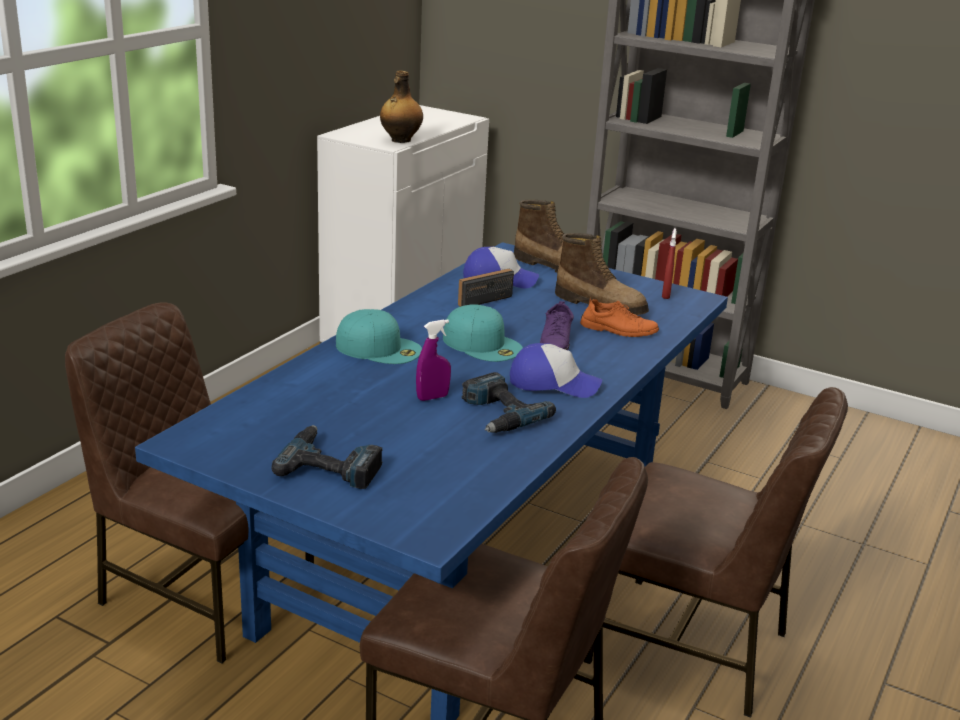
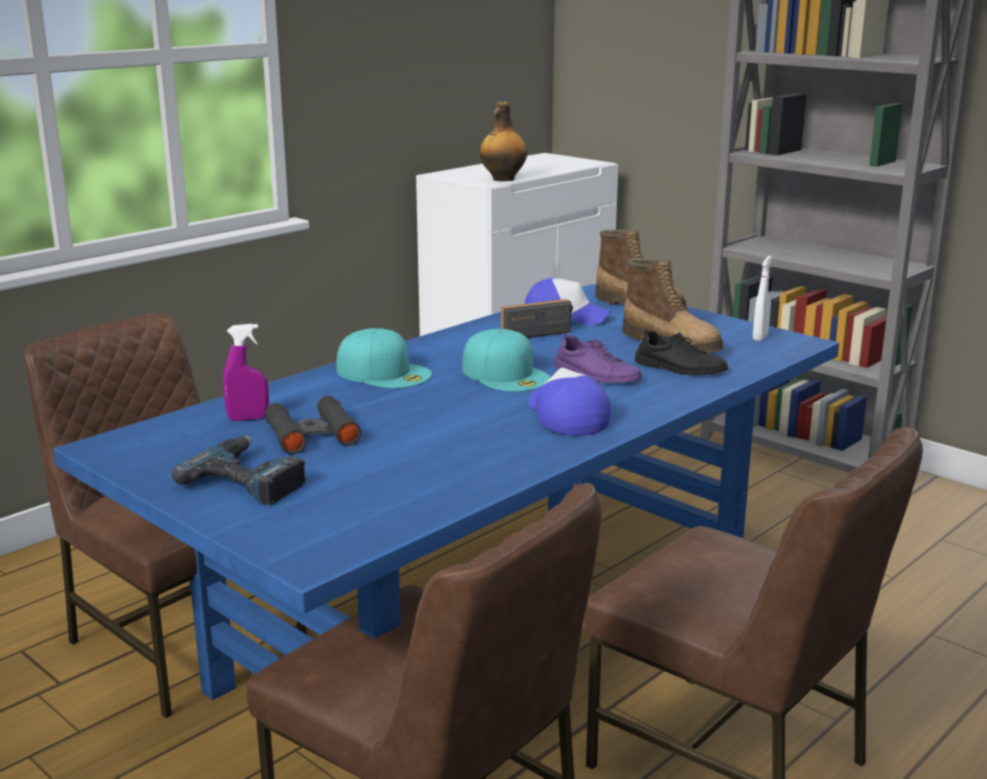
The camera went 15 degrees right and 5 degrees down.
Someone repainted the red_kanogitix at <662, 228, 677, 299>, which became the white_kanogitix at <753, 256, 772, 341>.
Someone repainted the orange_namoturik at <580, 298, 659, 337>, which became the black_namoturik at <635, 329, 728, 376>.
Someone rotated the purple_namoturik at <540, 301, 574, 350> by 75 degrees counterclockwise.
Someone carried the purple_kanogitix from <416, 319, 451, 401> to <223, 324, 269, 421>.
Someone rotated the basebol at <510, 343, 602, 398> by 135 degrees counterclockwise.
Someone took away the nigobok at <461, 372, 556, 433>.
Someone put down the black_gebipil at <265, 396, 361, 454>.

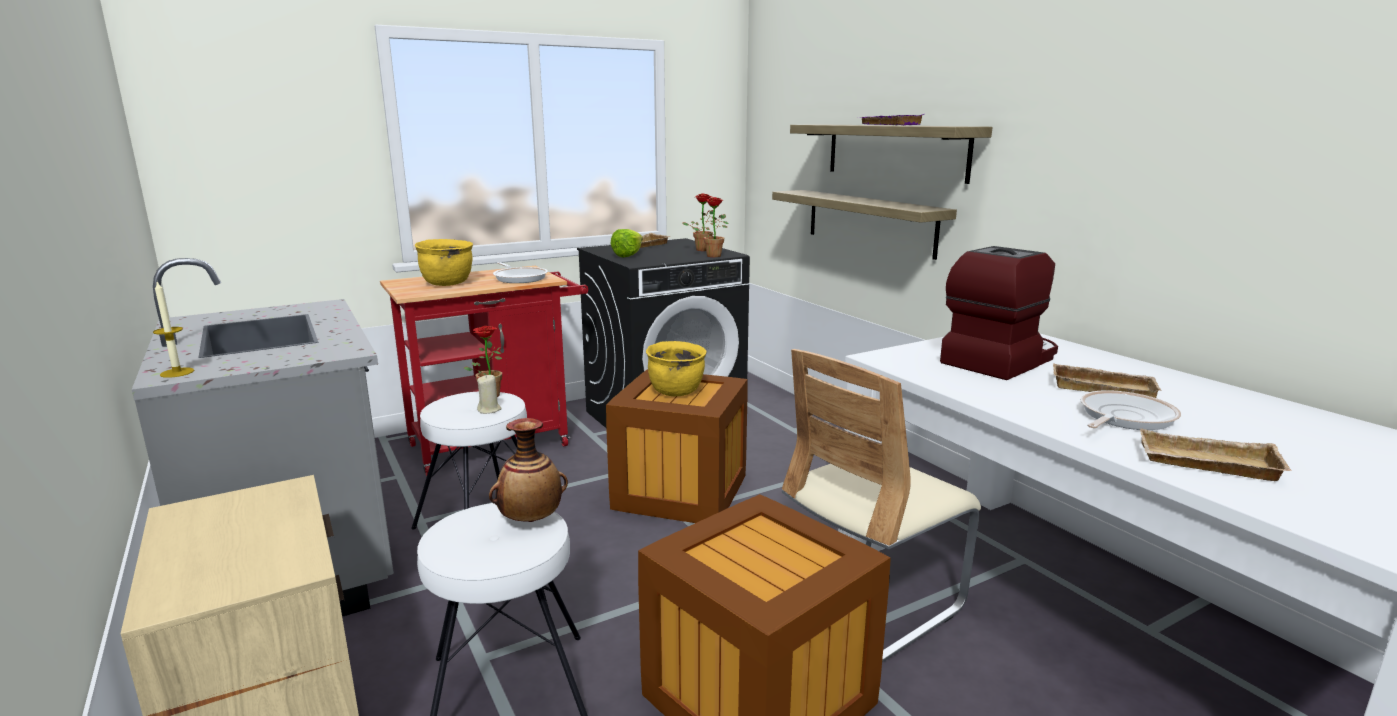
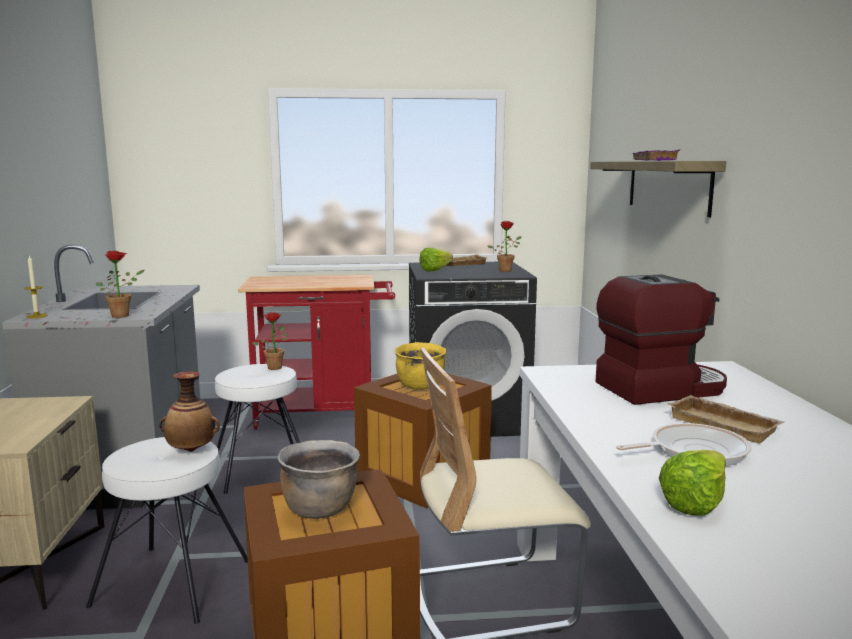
The camera went 25 degrees right and 5 degrees down.
Someone took away the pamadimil at <772, 190, 957, 260>.
Someone carried the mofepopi from <693, 197, 728, 257> to <96, 250, 144, 318>.
Someone took away the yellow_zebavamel at <415, 239, 473, 286>.
Someone took away the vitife at <493, 262, 548, 283>.
Someone took away the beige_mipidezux at <477, 374, 502, 414>.
Someone swapped the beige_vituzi at <1139, 428, 1292, 481> for the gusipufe at <659, 450, 726, 516>.
Someone put down the brown_zebavamel at <277, 440, 360, 519>.

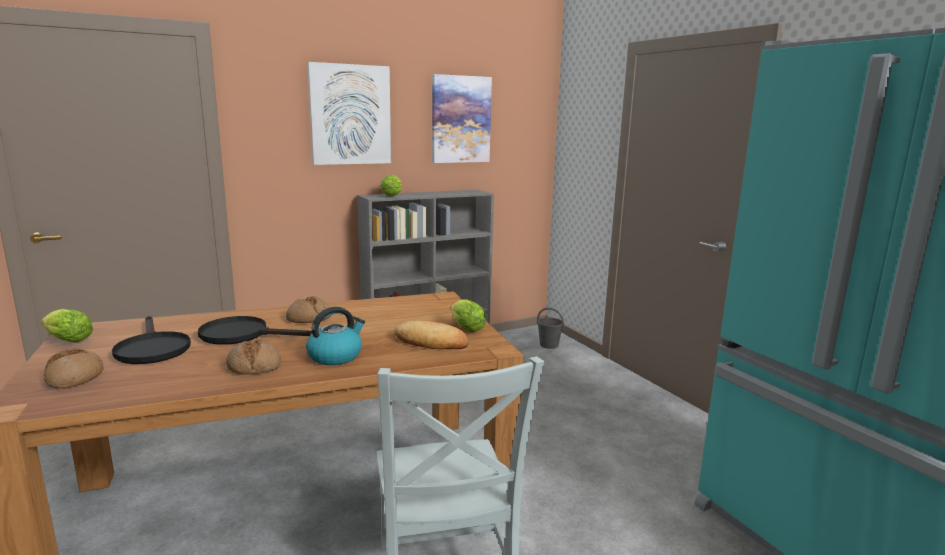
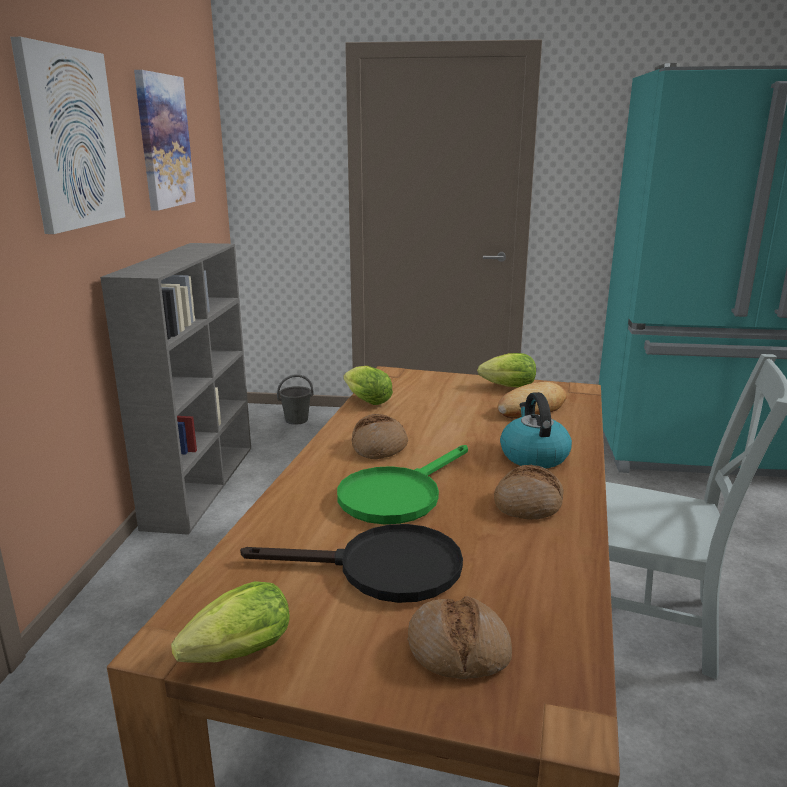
The camera went 55 degrees left and 5 degrees up.
Someone carried the gusipufe from <380, 175, 402, 196> to <344, 366, 393, 405>.
Someone repainted the black_vitife at <198, 316, 312, 344>, which became the green_vitife at <337, 445, 468, 524>.

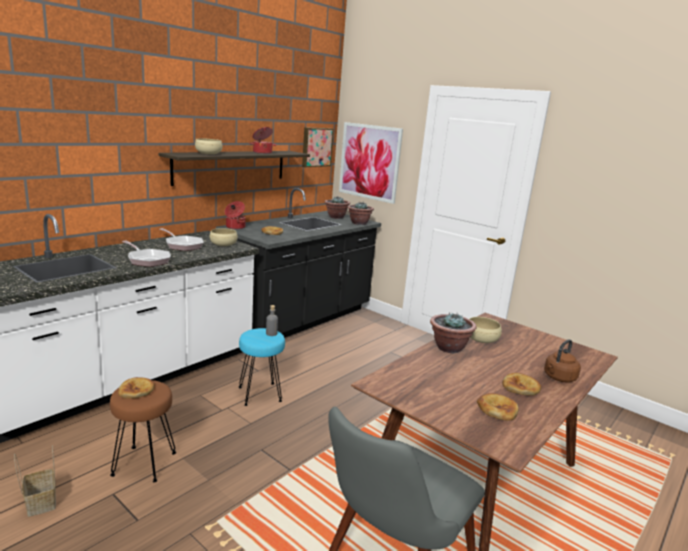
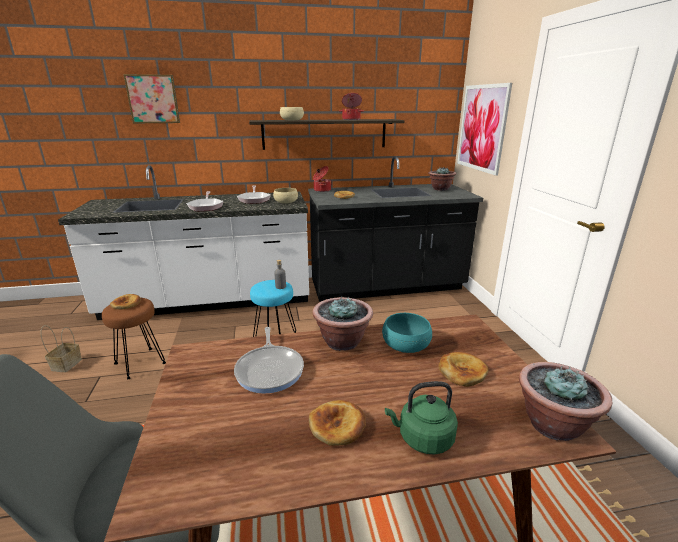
The camera went 40 degrees right and 5 degrees up.
Someone carried the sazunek from <302, 127, 334, 167> to <123, 74, 180, 123>.
Someone carried the mofepopi from <347, 202, 374, 225> to <519, 362, 612, 441>.
Someone repainted the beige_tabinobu at <470, 317, 502, 343>, which became the turquoise_tabinobu at <382, 313, 432, 353>.
Someone repainted the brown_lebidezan at <544, 339, 581, 383>, which became the green_lebidezan at <385, 381, 458, 454>.
Someone carried the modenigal from <477, 393, 519, 421> to <438, 352, 488, 387>.
Someone put down the vitife at <234, 327, 304, 394>.

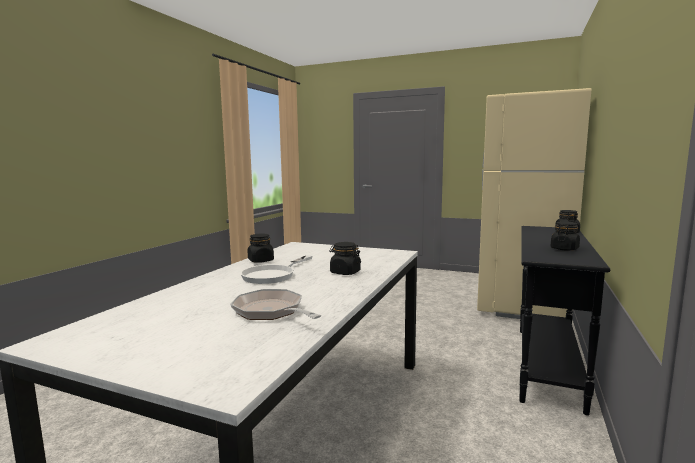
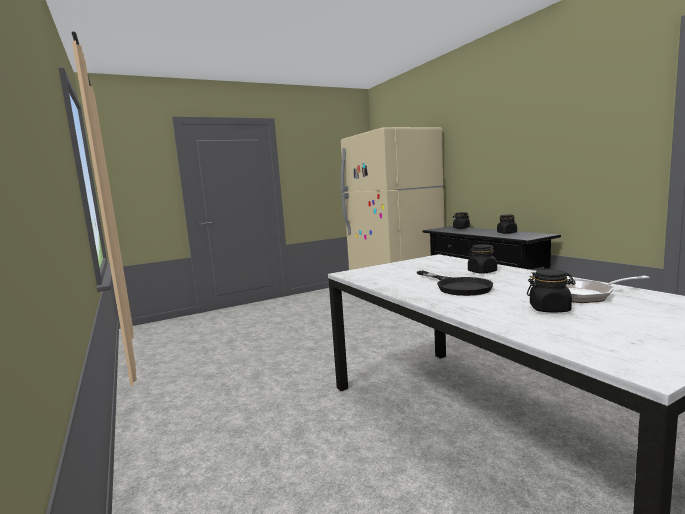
The camera went 50 degrees left and 0 degrees up.
Someone carried the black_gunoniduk from <248, 234, 274, 263> to <527, 269, 575, 313>.
Someone repainted the white_vitife at <240, 255, 313, 284>, which became the black_vitife at <417, 271, 493, 296>.

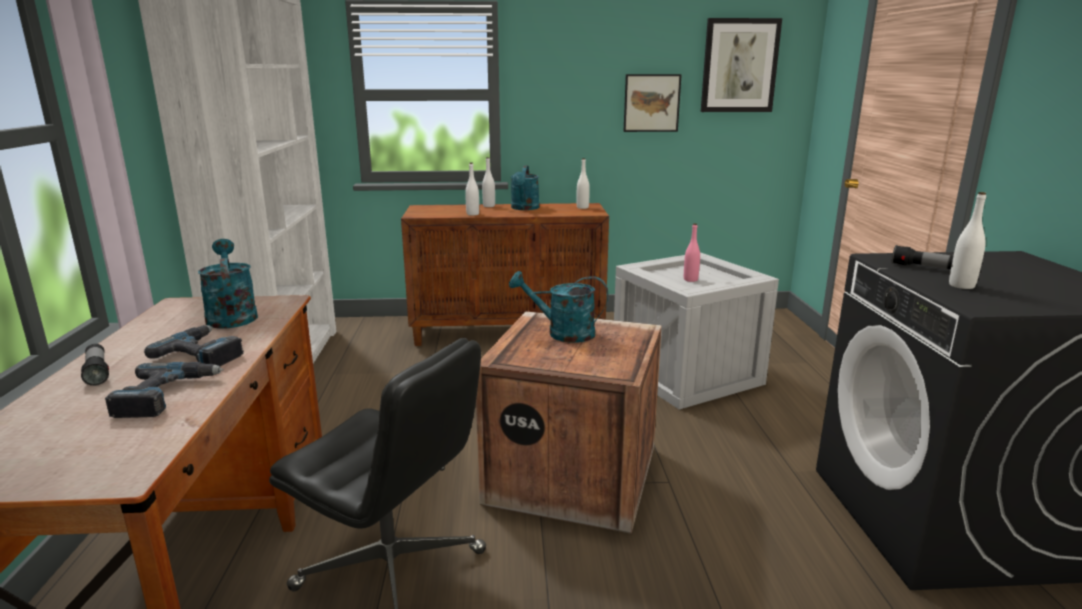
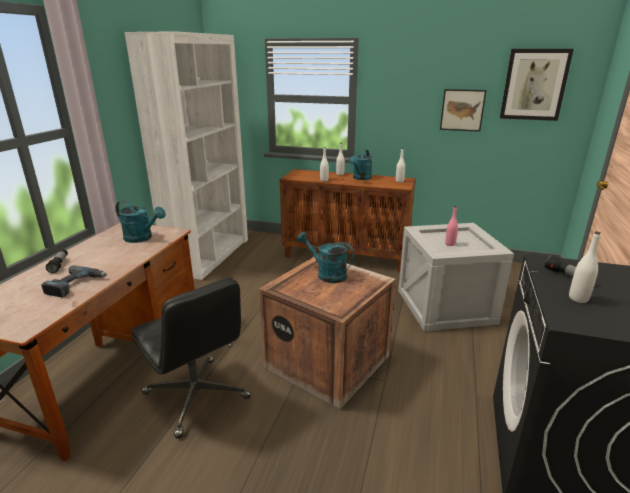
The camera went 20 degrees right and 5 degrees up.
Someone rotated the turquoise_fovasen at <198, 239, 258, 328> by 120 degrees clockwise.
Someone took away the nigobok at <144, 325, 244, 366>.

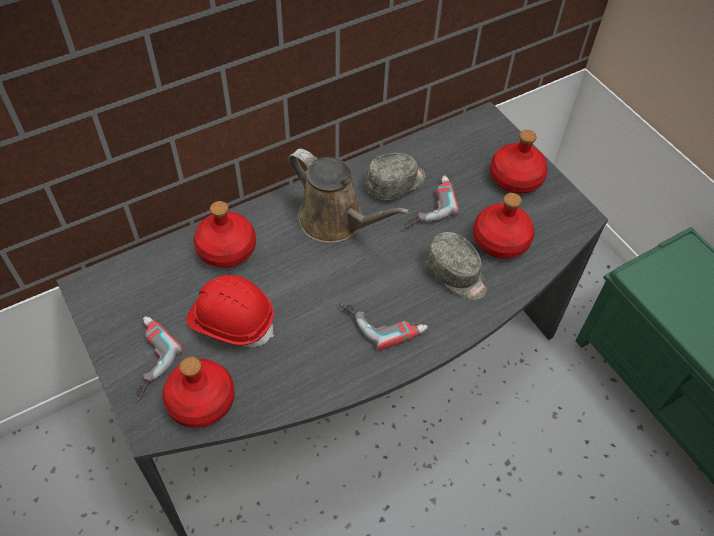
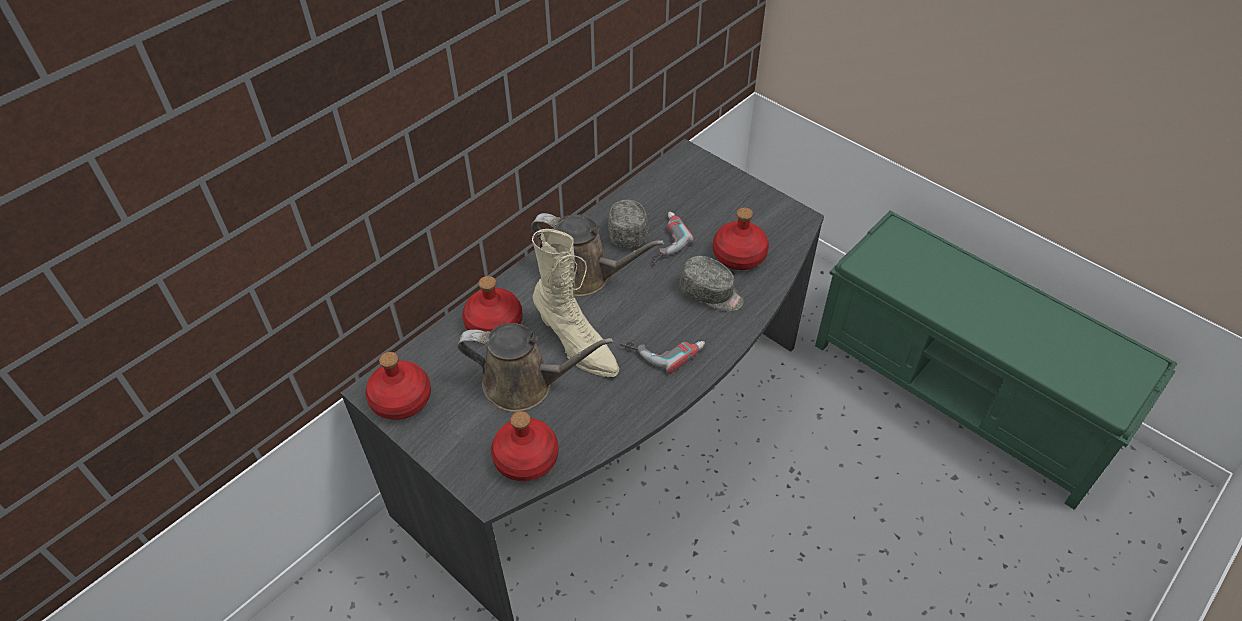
The camera went 15 degrees left and 5 degrees down.
Someone carried the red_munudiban from <490, 130, 548, 194> to <365, 352, 431, 420>.
Someone rotated the grey_basebol at <365, 153, 425, 200> by 45 degrees counterclockwise.
Someone swapped the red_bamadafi at <186, 275, 274, 347> for the brown_fovasen at <457, 323, 614, 412>.
Someone took away the nigobok at <137, 316, 183, 402>.
Someone put down the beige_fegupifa at <532, 229, 619, 377>.

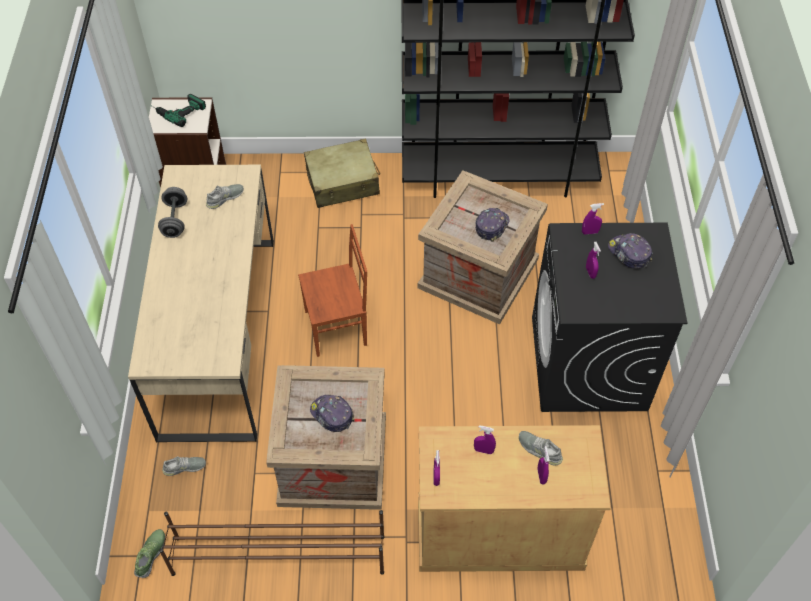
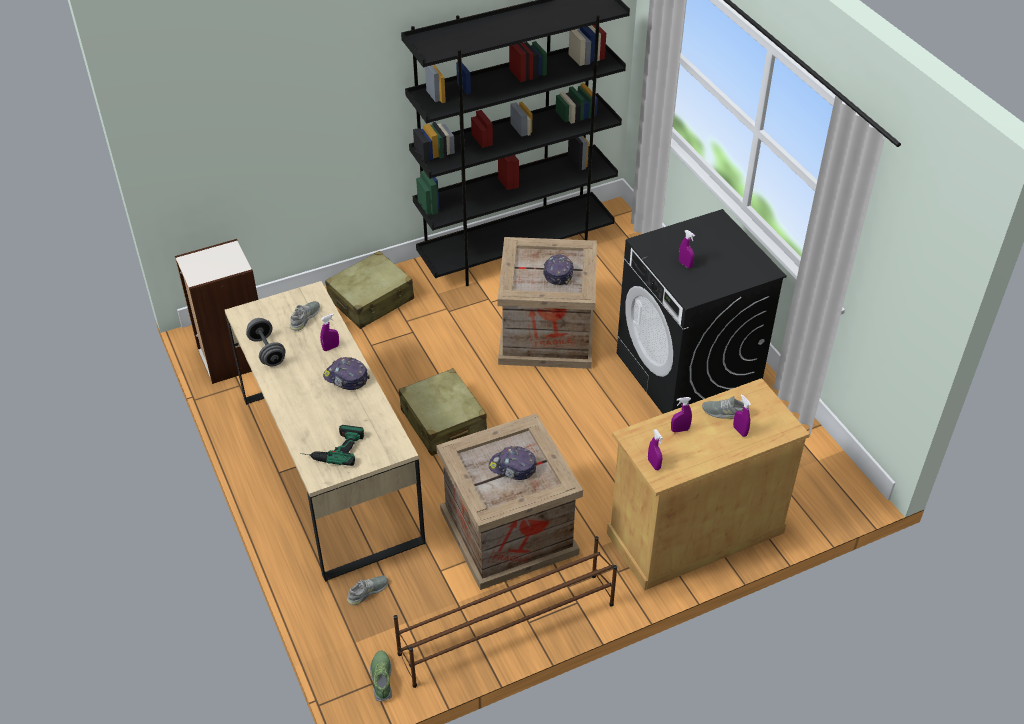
The camera went 25 degrees left and 10 degrees down.
Someone carried the nigobok from <150, 94, 206, 127> to <300, 425, 364, 466>.
Someone carried the purple_kanogitix from <582, 203, 604, 234> to <320, 314, 339, 351>.
Someone swapped the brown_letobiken at <298, 224, 367, 357> for the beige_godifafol at <399, 368, 487, 456>.
Someone carried the basebol from <608, 233, 653, 269> to <323, 357, 370, 390>.

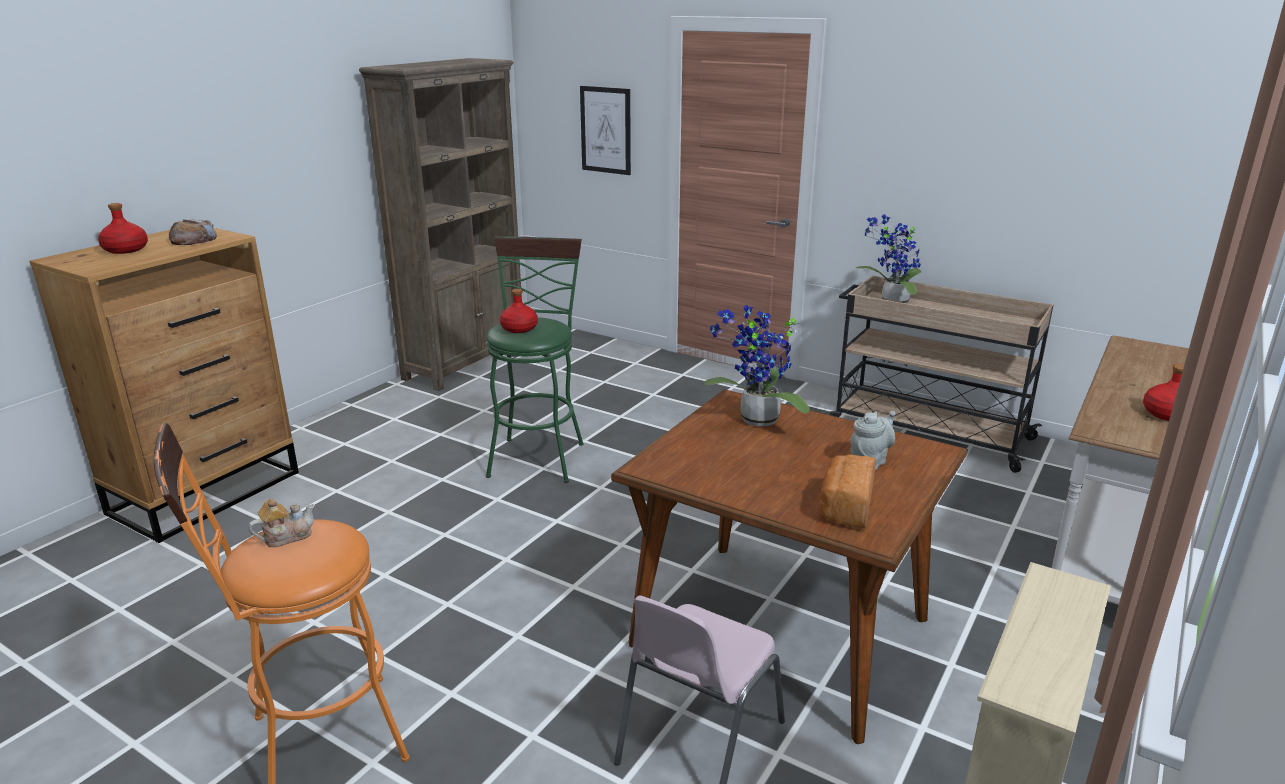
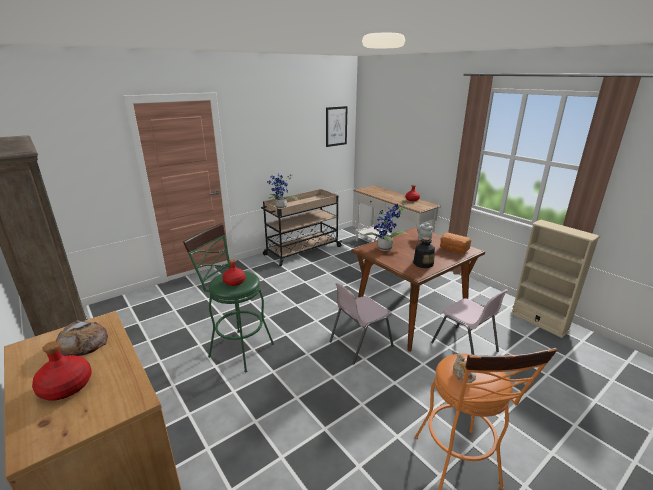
The camera went 70 degrees left and 0 degrees up.
Someone carried the sazunek from <580, 86, 631, 175> to <326, 106, 348, 147>.
Someone put down the munudiban at <413, 237, 435, 268>.
Someone put down the pink_letobiken at <329, 282, 394, 365>.

